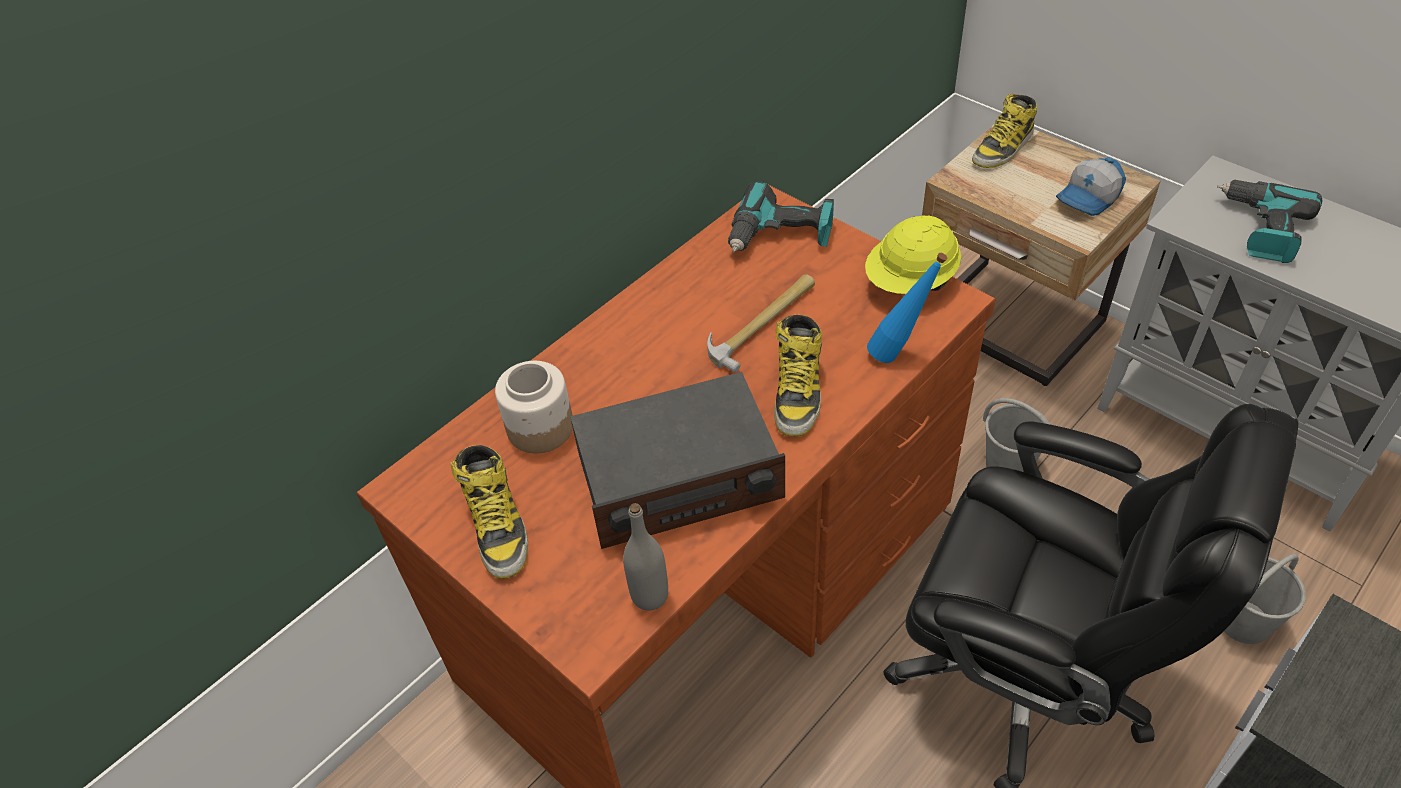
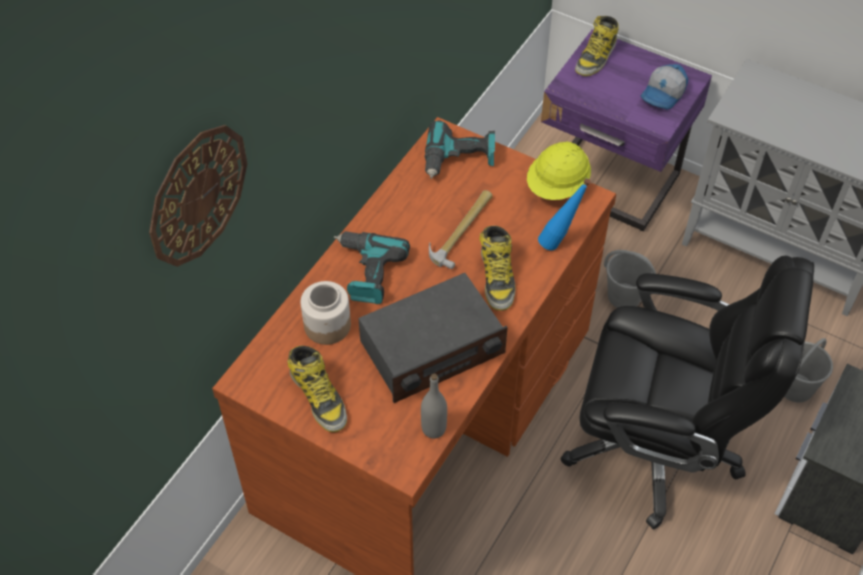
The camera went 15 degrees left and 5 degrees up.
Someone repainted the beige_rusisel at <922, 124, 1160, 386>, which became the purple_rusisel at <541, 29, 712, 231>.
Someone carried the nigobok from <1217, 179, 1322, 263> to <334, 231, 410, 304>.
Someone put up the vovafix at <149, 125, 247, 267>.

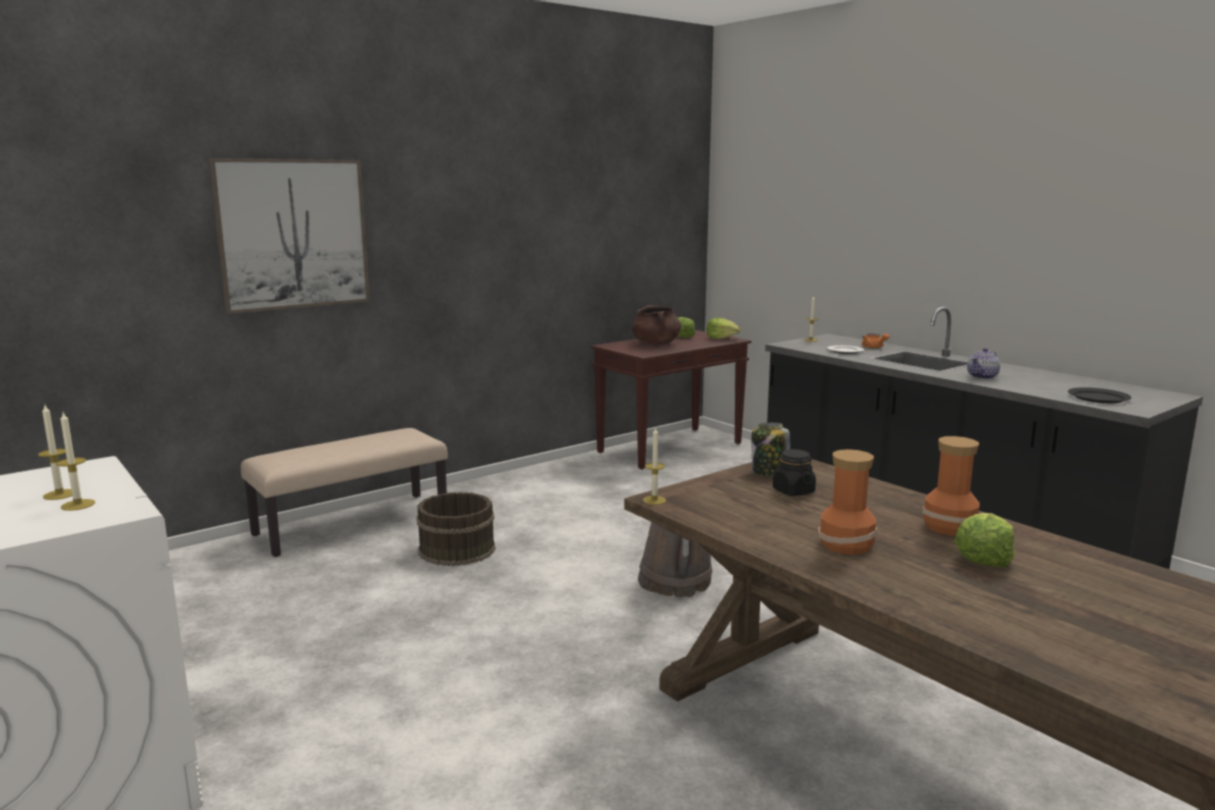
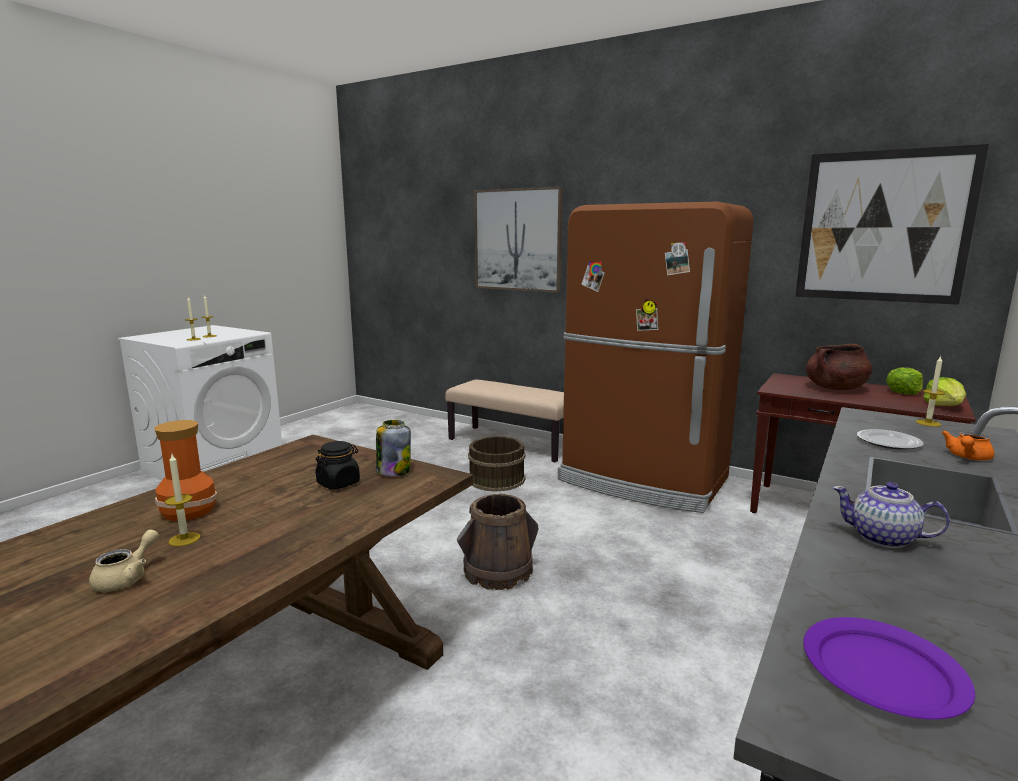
The camera went 70 degrees right and 0 degrees up.
Someone repainted the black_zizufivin at <1068, 387, 1131, 403>, which became the purple_zizufivin at <803, 617, 975, 720>.
Someone carried the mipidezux from <643, 426, 666, 505> to <165, 454, 200, 546>.
Someone took away the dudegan at <922, 436, 980, 536>.
Someone swapped the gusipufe at <954, 513, 1015, 567> for the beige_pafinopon at <89, 530, 159, 592>.
Someone put up the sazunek at <795, 144, 989, 305>.
Someone put down the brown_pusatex at <557, 202, 754, 513>.

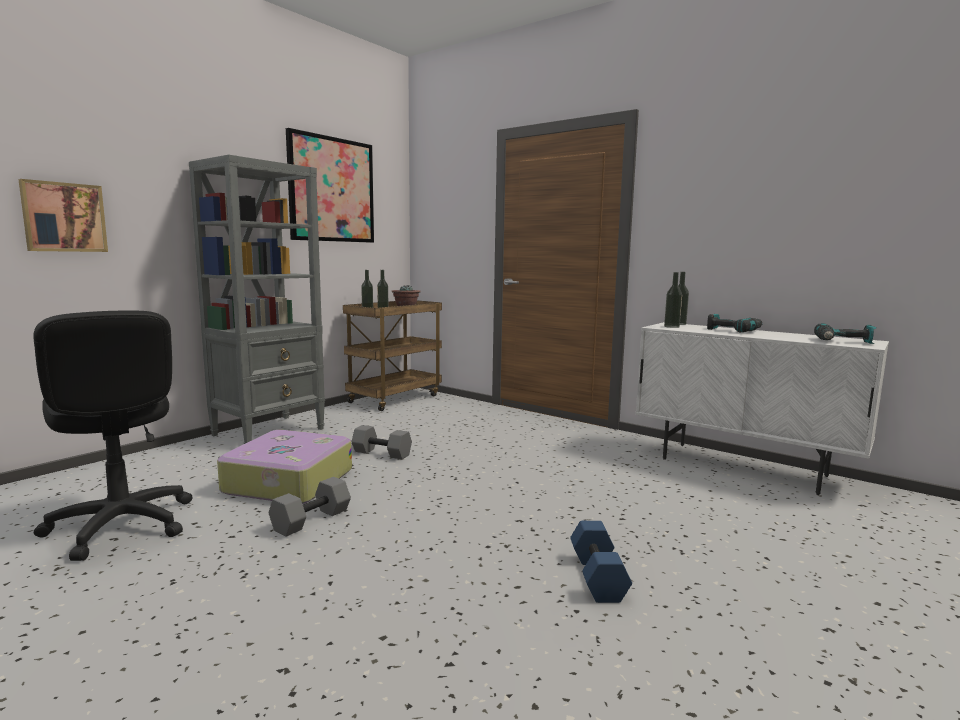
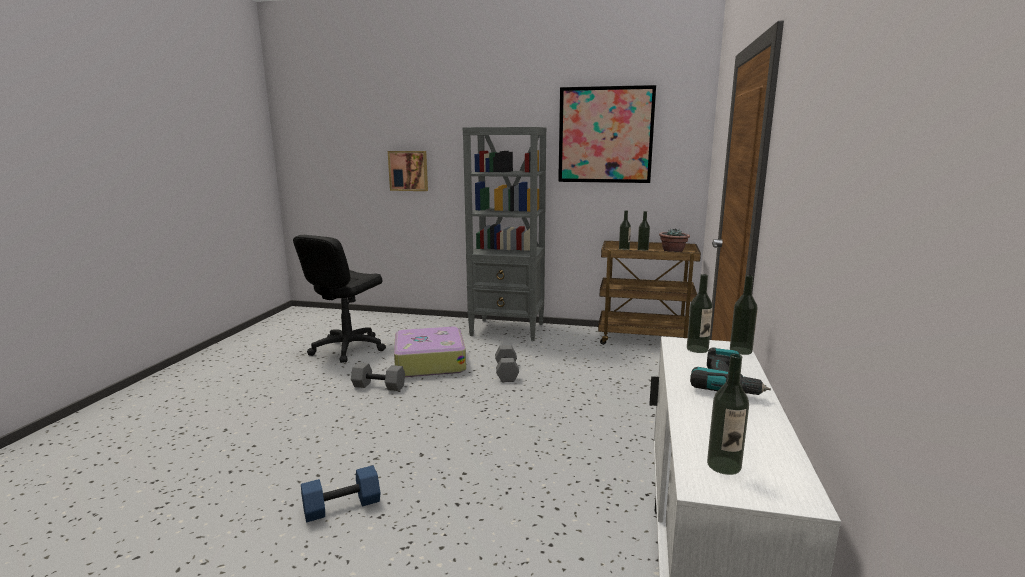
The camera went 65 degrees right and 5 degrees up.
Someone swapped the nigobok at <814, 323, 876, 344> for the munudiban at <707, 354, 749, 475>.

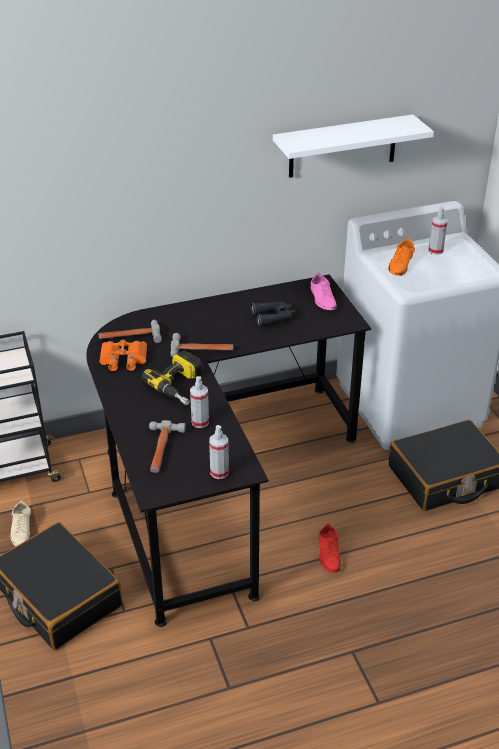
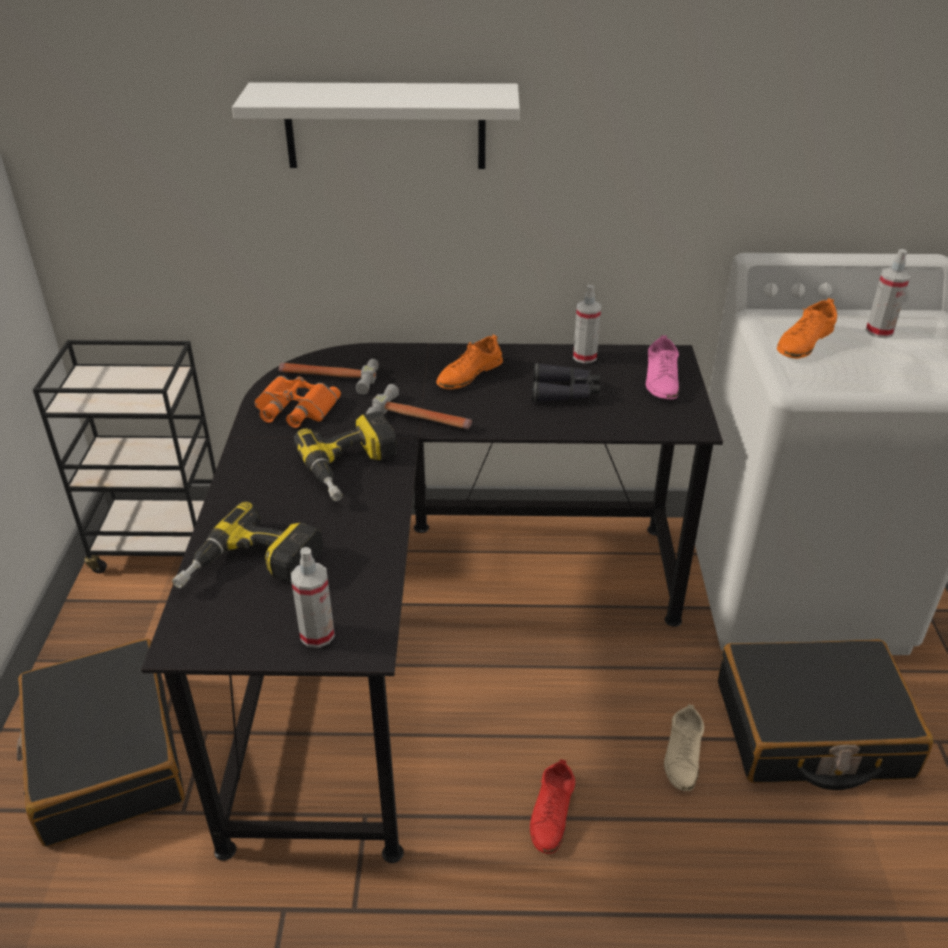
The camera went 20 degrees right and 0 degrees up.
Someone carried the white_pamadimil from <273, 114, 434, 178> to <232, 82, 520, 169>.
Someone carried the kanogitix from <190, 376, 209, 428> to <573, 285, 601, 363>.
Someone swapped the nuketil at <149, 420, 186, 473> for the nigobok at <172, 502, 323, 588>.
Someone carried the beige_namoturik from <10, 500, 31, 546> to <664, 704, 704, 791>.
Someone put down the orange_namoturik at <436, 334, 503, 389>.

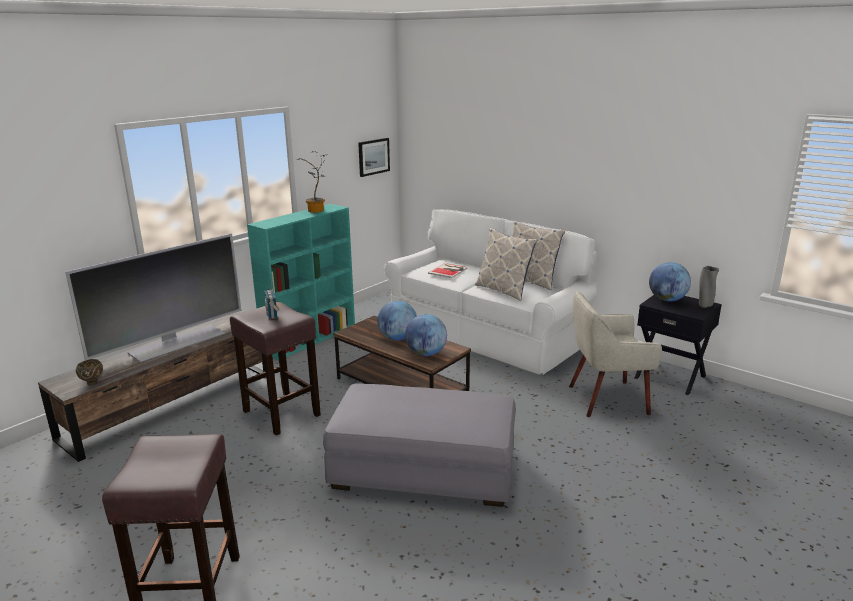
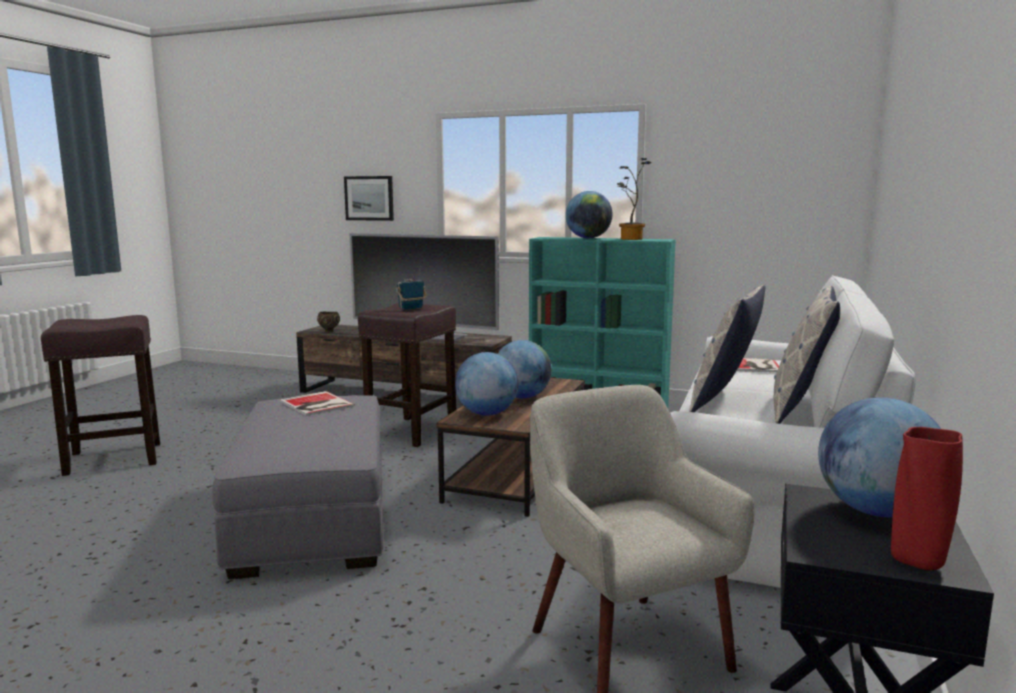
The camera went 70 degrees right and 10 degrees down.
Someone carried the sazunek from <358, 138, 390, 177> to <344, 176, 394, 221>.
Someone repainted the grey_dudegan at <699, 266, 719, 308>, which became the red_dudegan at <891, 427, 963, 570>.
Someone put down the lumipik at <565, 191, 613, 238>.
Someone put down the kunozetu at <280, 391, 355, 416>.

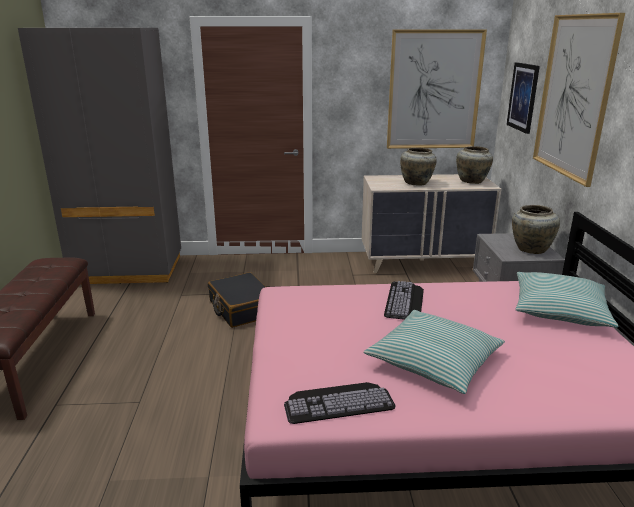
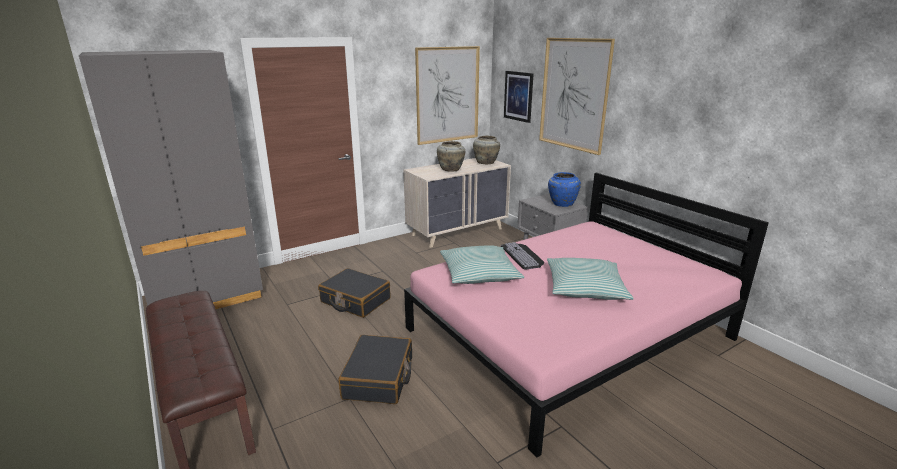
The camera went 30 degrees left and 0 degrees up.
Someone repainted the beige_dudegan at <512, 205, 560, 254>, which became the blue_dudegan at <548, 172, 581, 207>.
Someone carried the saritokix from <515, 272, 619, 328> to <440, 245, 524, 284>.
Someone took away the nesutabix at <284, 382, 395, 424>.
Someone put down the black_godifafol at <339, 335, 412, 404>.

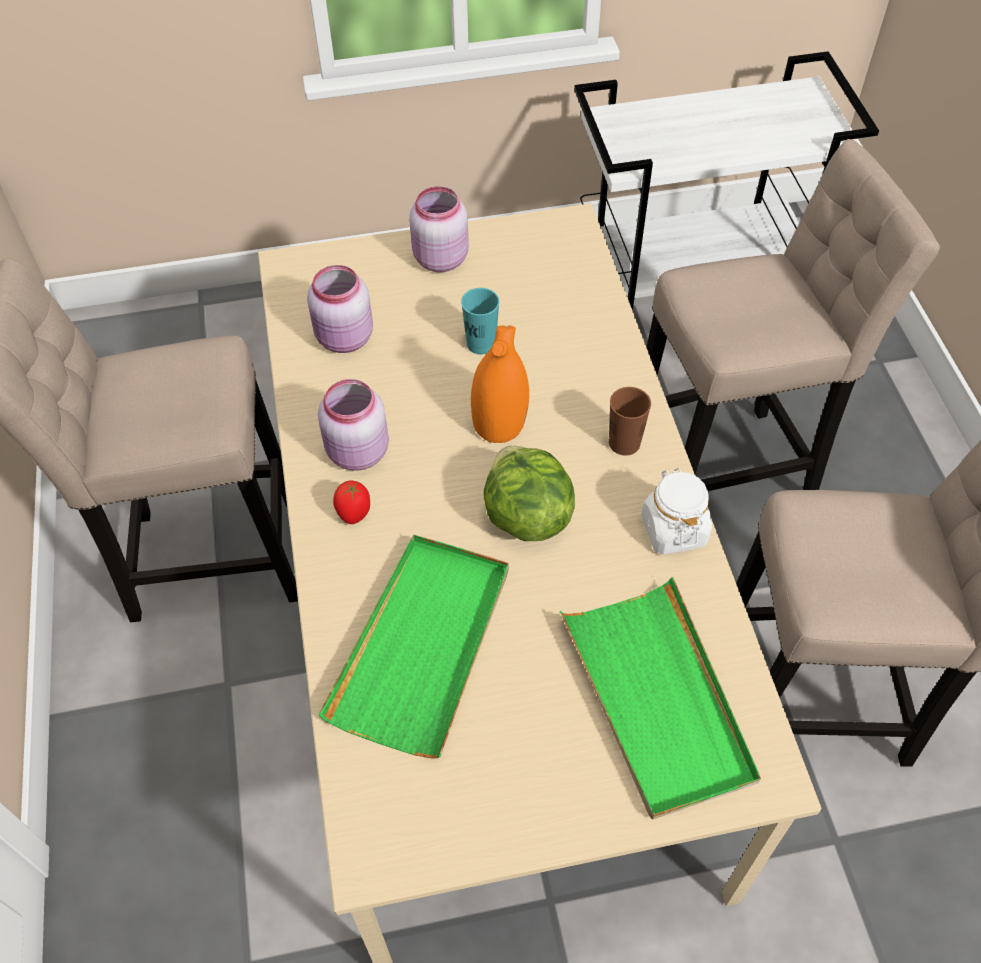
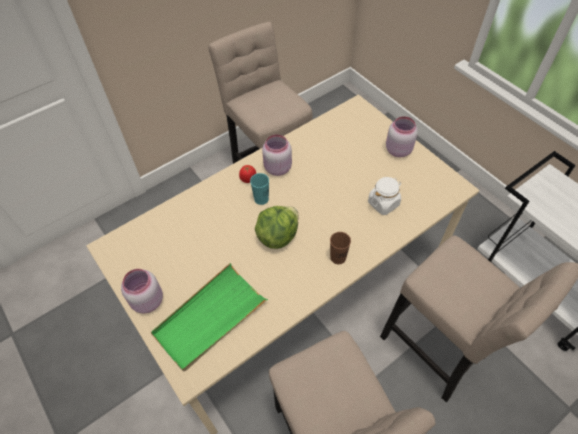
The camera went 65 degrees right and 0 degrees up.
Someone carried the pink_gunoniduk from <307, 265, 373, 353> to <121, 269, 163, 314>.
Someone carried the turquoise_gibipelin from <461, 288, 499, 355> to <250, 173, 269, 205>.
Someone took away the orange_dudegan at <471, 325, 529, 443>.
Someone carried the white_gunoniduk from <641, 468, 712, 555> to <368, 177, 401, 215>.
Someone took away the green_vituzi at <318, 535, 509, 758>.

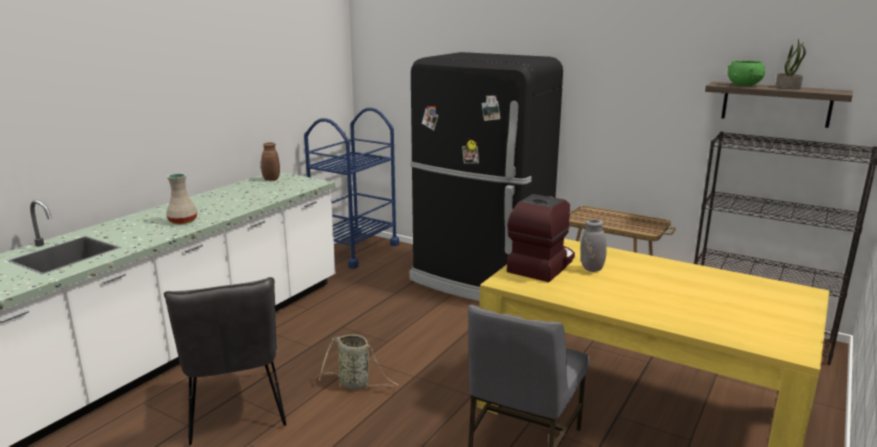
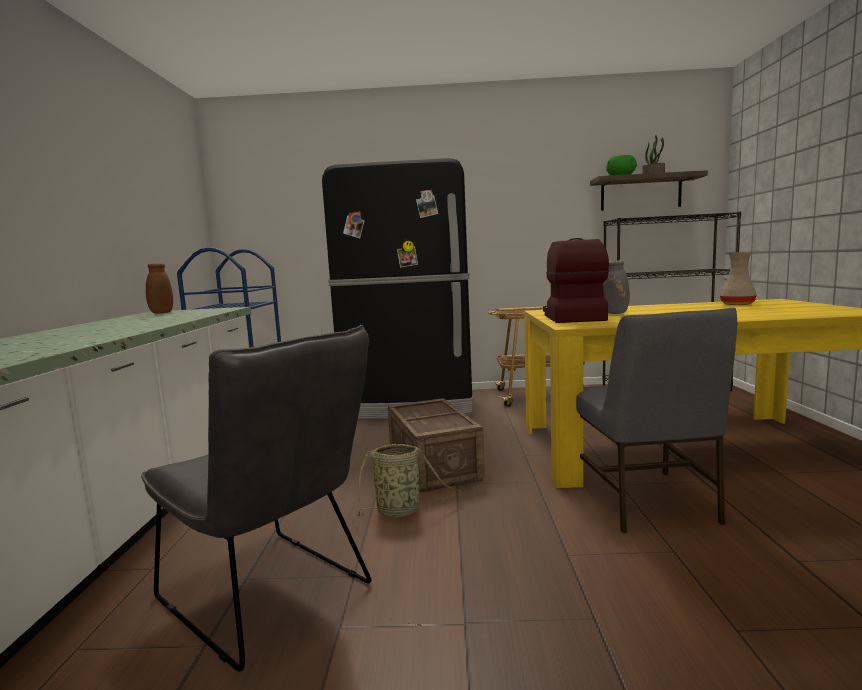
The camera went 30 degrees left and 10 degrees down.
Someone carried the beige_dudegan from <166, 173, 197, 224> to <720, 252, 757, 305>.
Someone put down the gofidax at <388, 398, 485, 492>.

